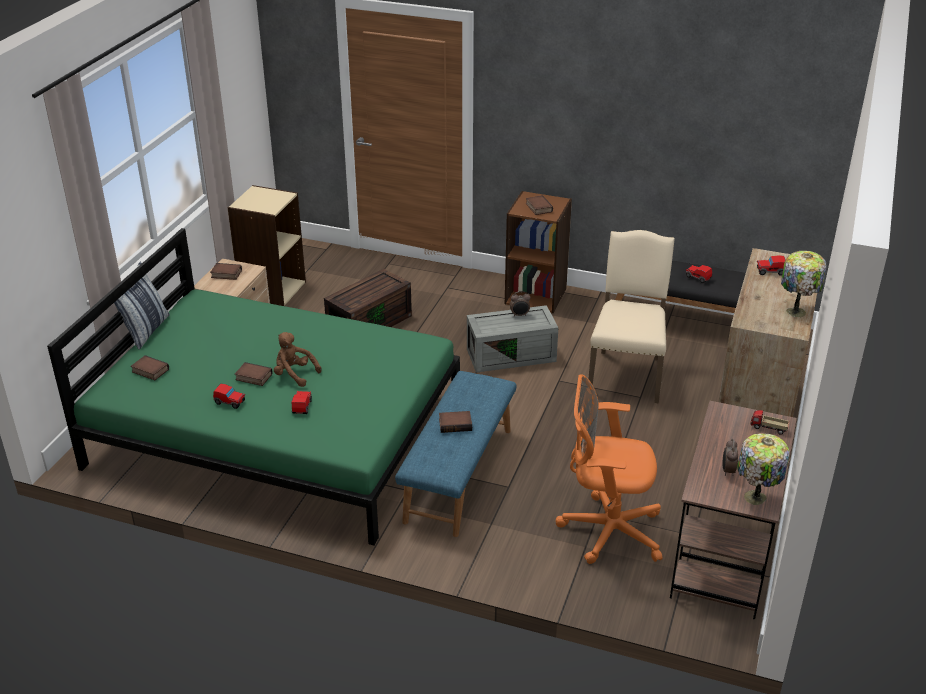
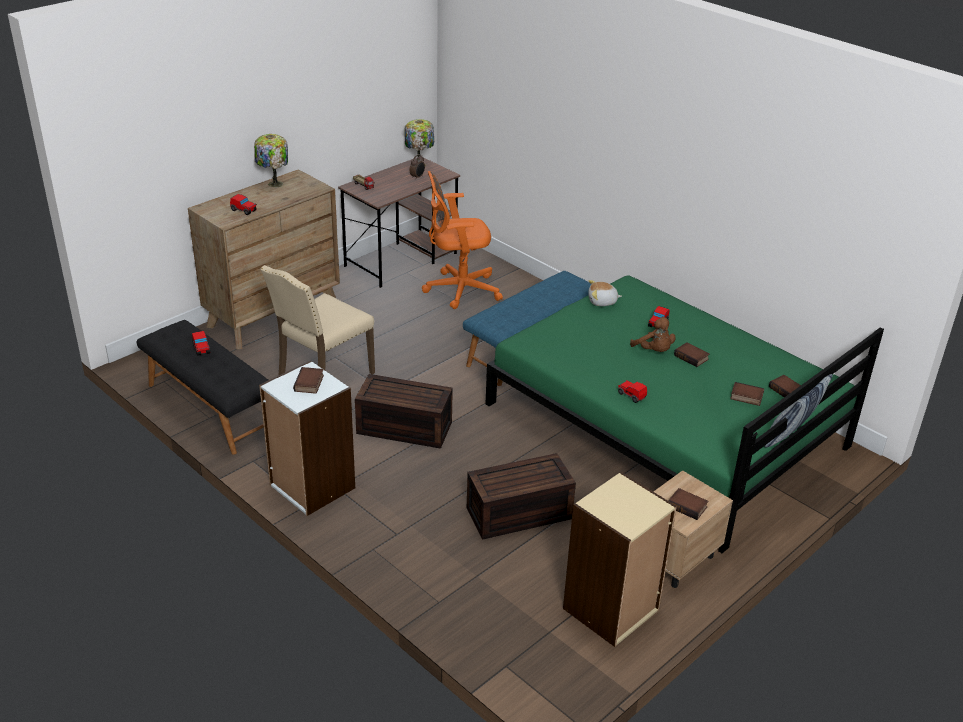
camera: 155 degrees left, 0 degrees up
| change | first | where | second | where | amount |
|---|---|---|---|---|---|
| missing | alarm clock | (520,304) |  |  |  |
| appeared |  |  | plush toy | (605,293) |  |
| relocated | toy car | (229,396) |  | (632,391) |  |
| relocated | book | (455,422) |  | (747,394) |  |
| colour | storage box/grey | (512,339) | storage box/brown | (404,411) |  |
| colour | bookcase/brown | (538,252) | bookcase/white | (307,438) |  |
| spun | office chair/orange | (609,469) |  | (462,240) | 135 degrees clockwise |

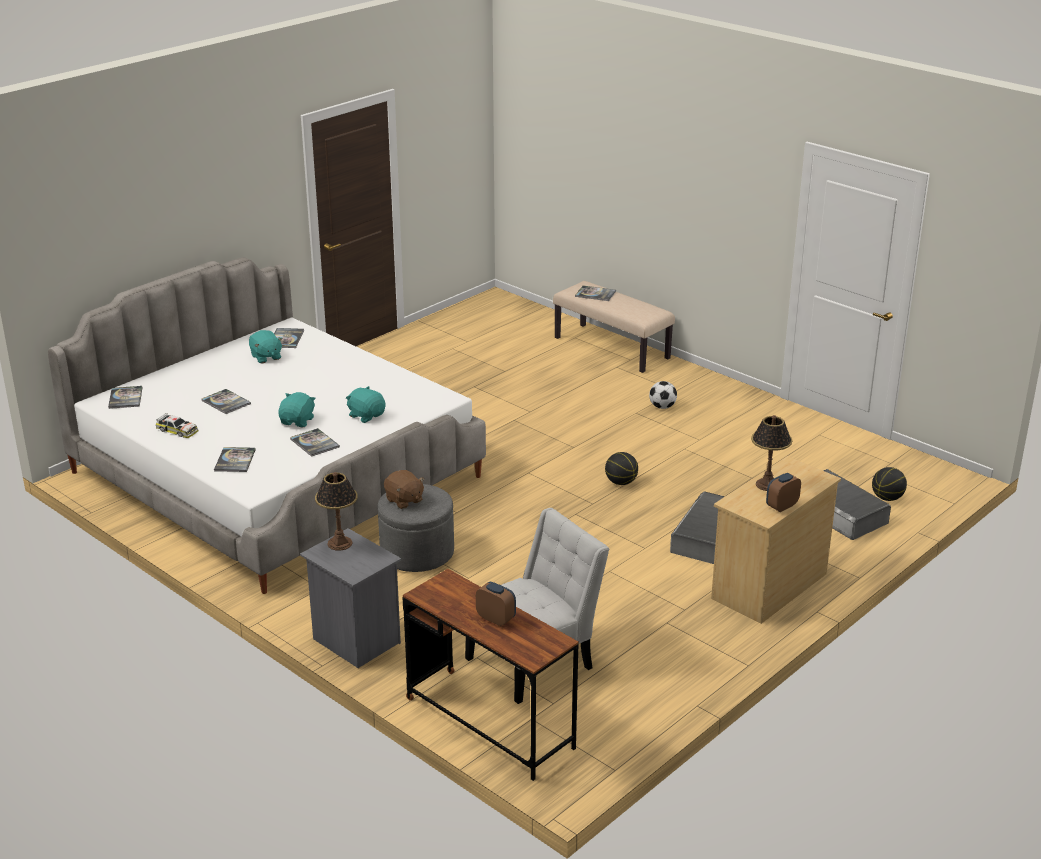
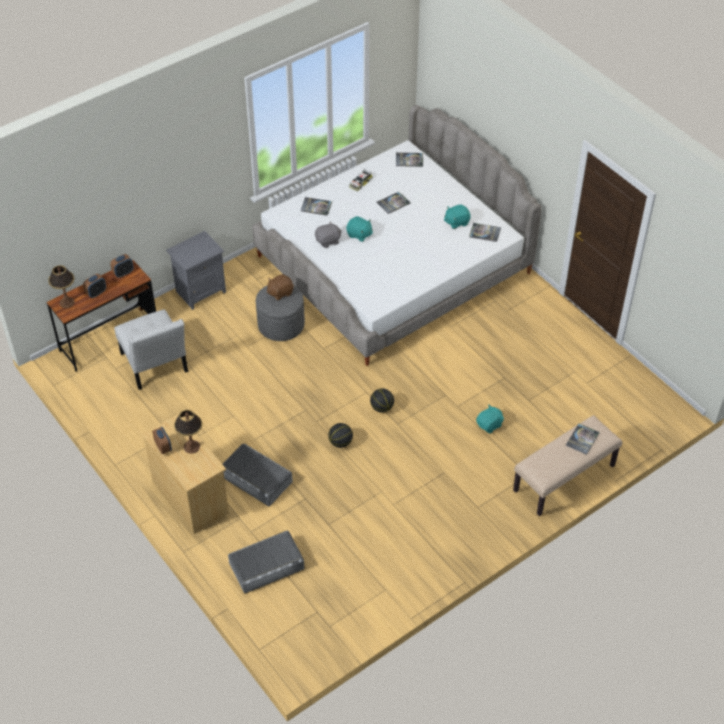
camera: 100 degrees right, 20 degrees up
| change | first | where | second | where | amount |
|---|---|---|---|---|---|
| missing | football | (663,395) |  |  |  |
| appeared |  |  | alarm clock | (122,266) |  |
| relocated | table lamp | (336,511) |  | (61,286) |  |
| relocated | plush toy/turquoise | (365,404) |  | (490,419) |  |
| relocated | basketball | (889,484) |  | (382,400) |  |
| exchanged | book | (315,442) | plush toy/grey | (328,235) |  |

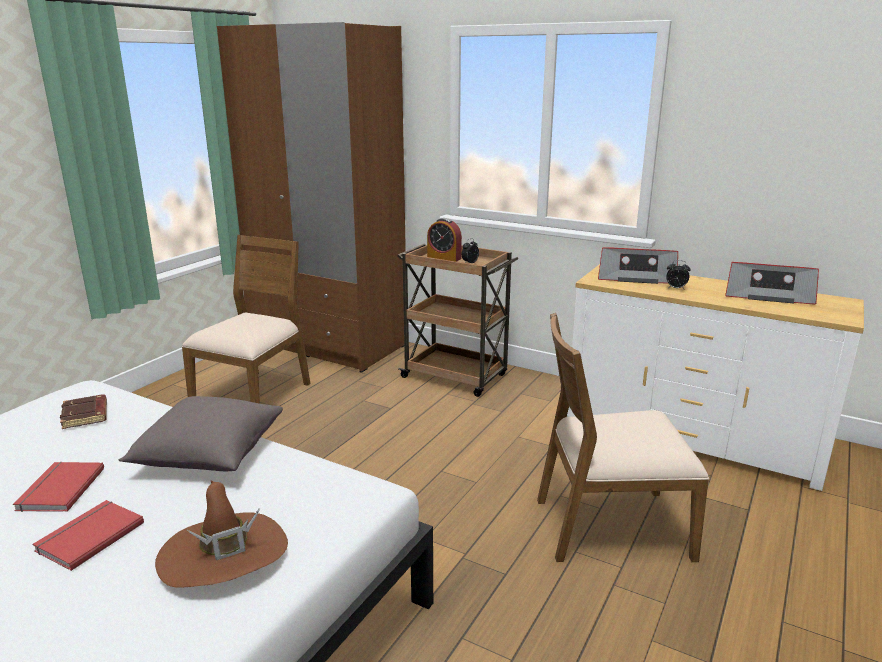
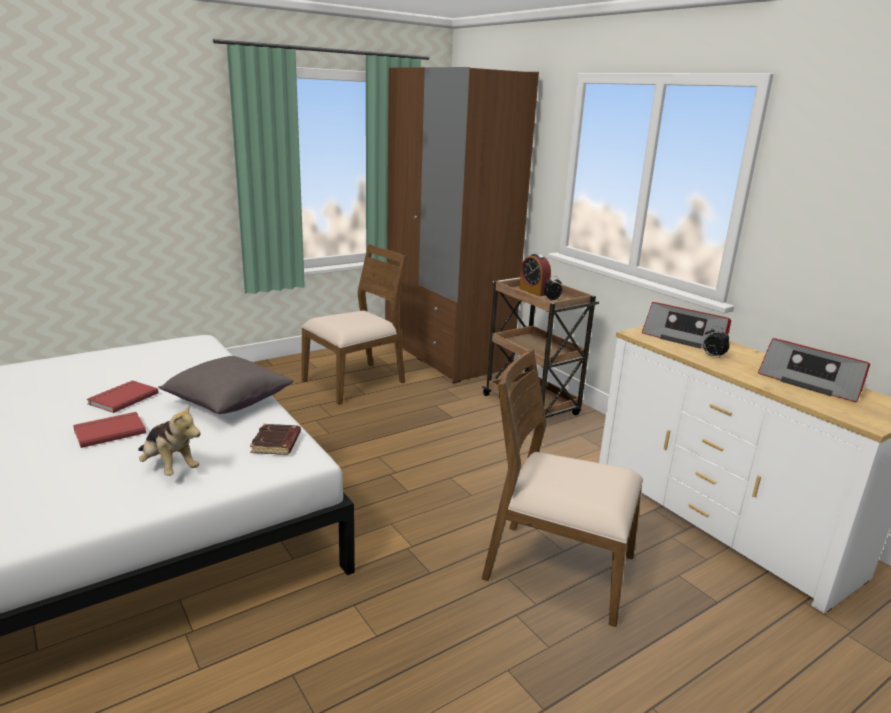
camera: 25 degrees right, 0 degrees up
| change | first | where | second | where | amount |
|---|---|---|---|---|---|
| relocated | book/brown | (83,412) |  | (275,439) |  |
| exchanged | hat/brown | (221,534) | plush toy | (169,439) |  |

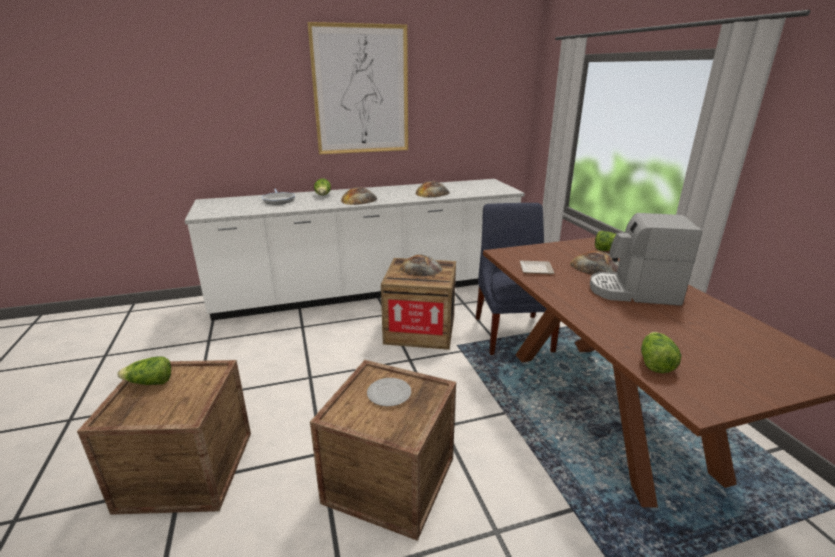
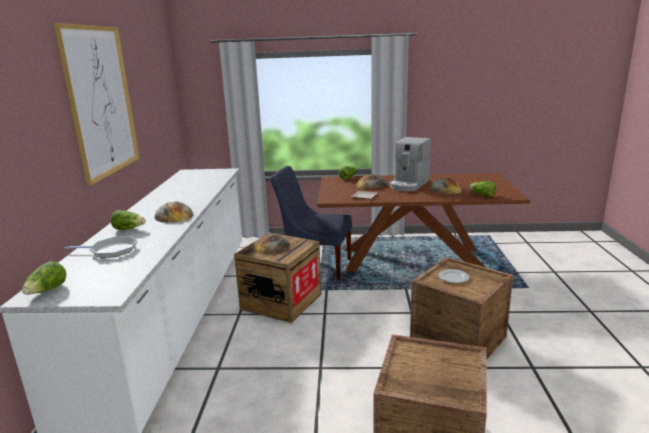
camera: 70 degrees left, 5 degrees down
| change | first | where | second | where | amount |
|---|---|---|---|---|---|
| relocated | lettuce | (144,370) |  | (44,278) |  |
| relocated | bread | (432,189) |  | (445,186) |  |

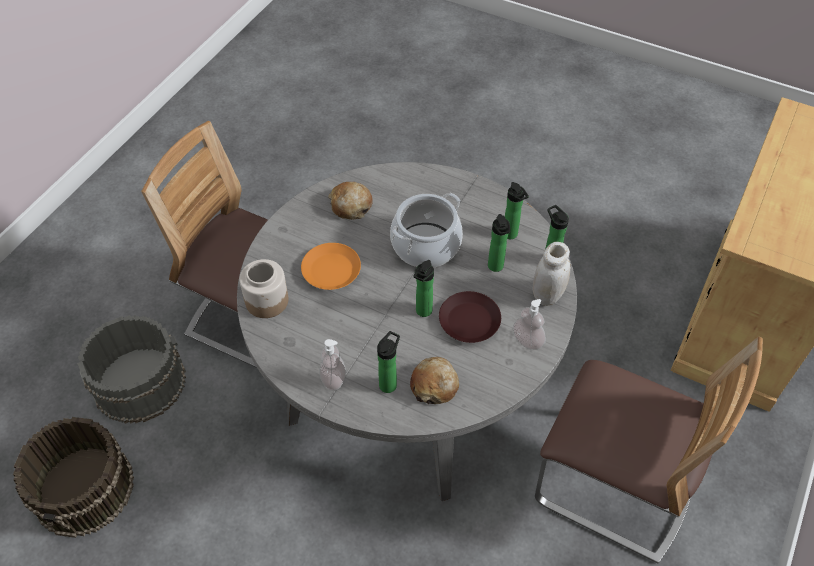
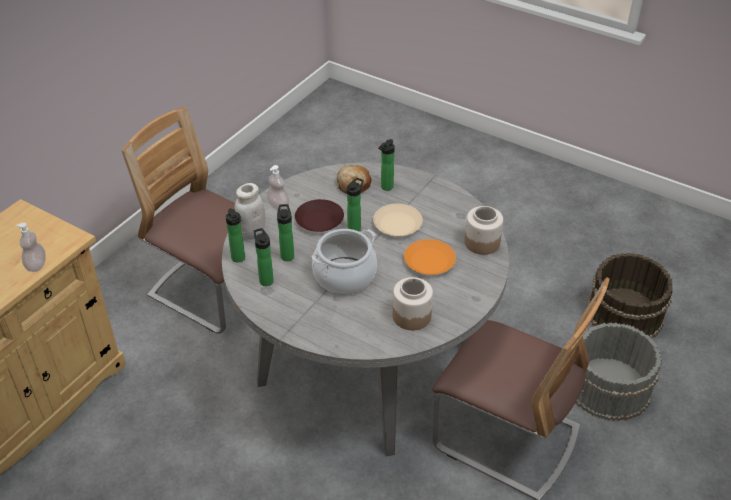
camera: 175 degrees left, 10 degrees down
| change | first | where | second | where | amount |
|---|---|---|---|---|---|
| appeared |  |  | plate/beige | (398,220) |  |
| relocated | soap dispenser | (332,365) |  | (31,247) |  |
| exchanged | bread | (350,201) | jar | (413,303) |  |

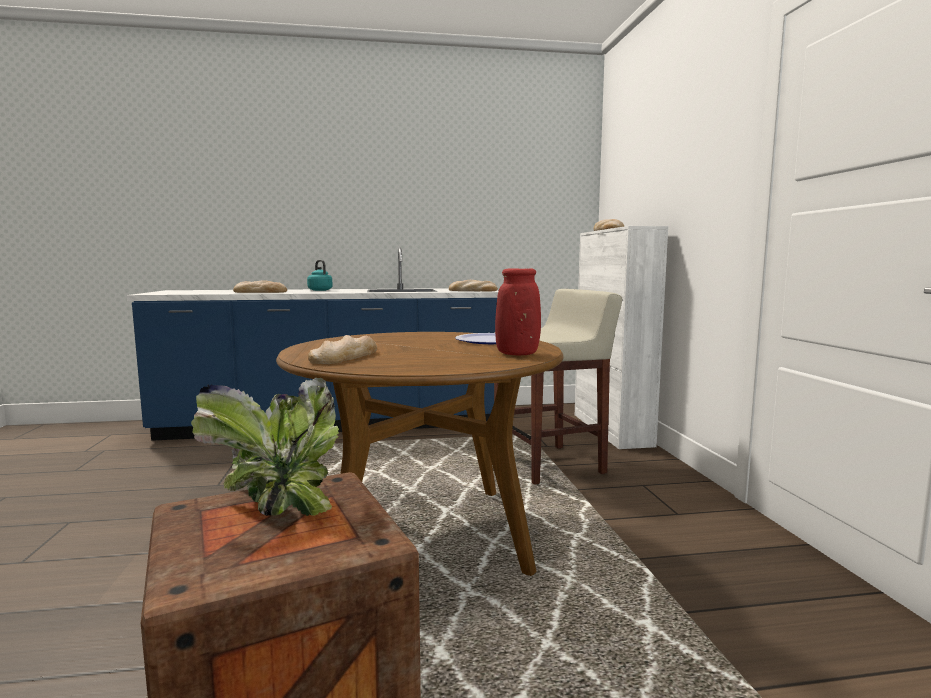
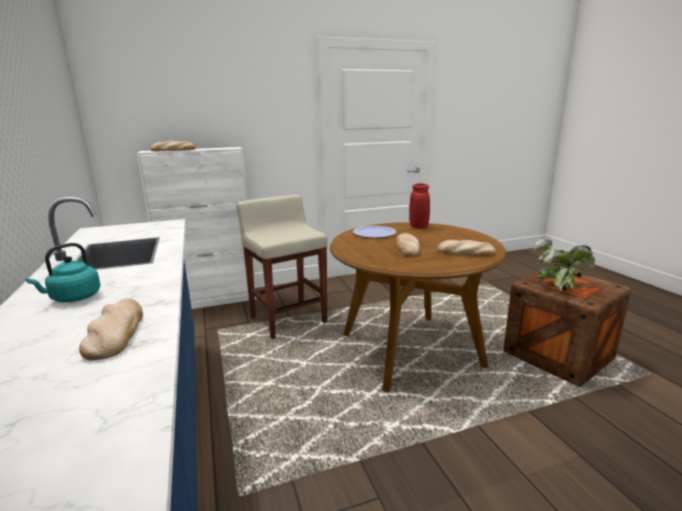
camera: 100 degrees left, 10 degrees up
| change | first | where | second | where | amount |
|---|---|---|---|---|---|
| relocated | bread | (473,285) |  | (408,245) |  |

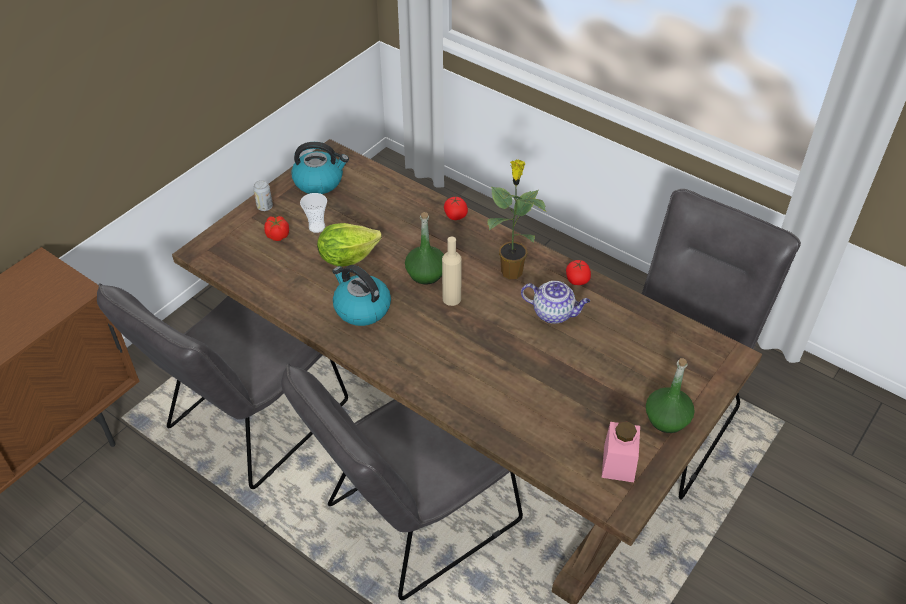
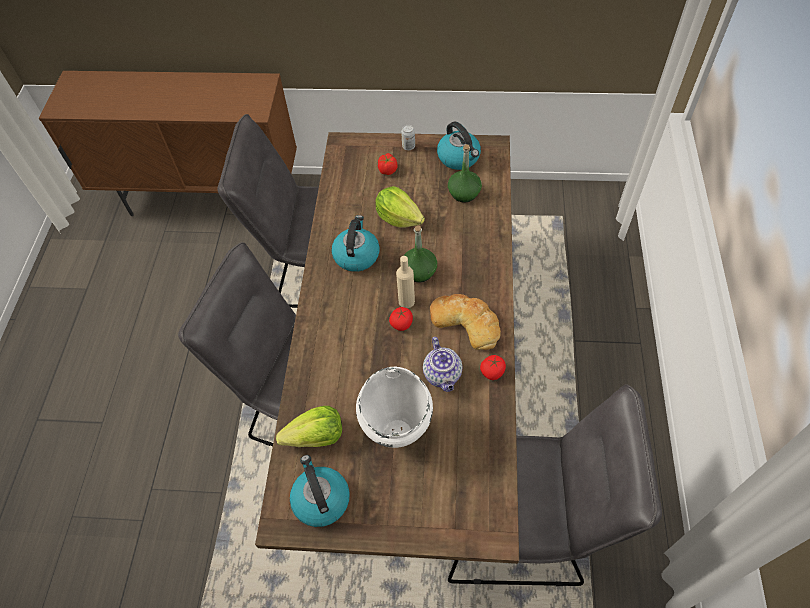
camera: 60 degrees right, 10 degrees up
| change | first | where | second | where | amount |
|---|---|---|---|---|---|
| missing | cup | (313,213) |  |  |  |
| appeared |  |  | lettuce | (309,426) |  |
| appeared |  |  | cooking pot/white | (394,407) |  |
| relocated | tomato | (456,208) |  | (401,319) |  |
| relocated | bottle/green | (670,395) |  | (465,173) |  |
| exchanged | potted plant | (516,219) | bread | (465,322) |  |
| exchanged | jar/pink | (621,451) | kettle | (320,491) |  |

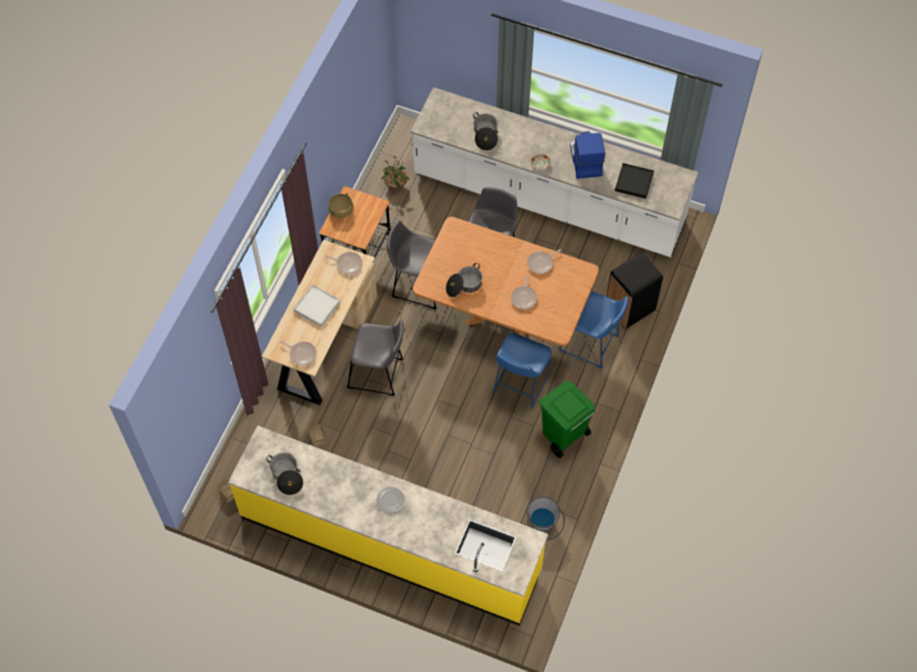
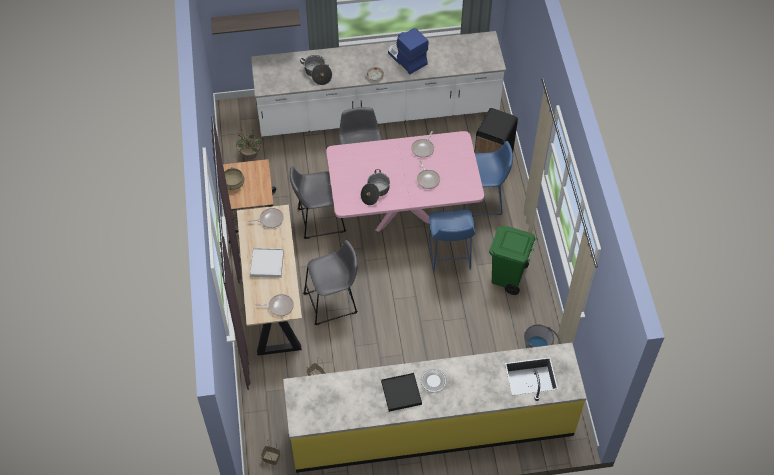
camera: 30 degrees left, 5 degrees down
| change | first | where | second | where | amount |
|---|---|---|---|---|---|
| missing | cooking pot | (284,474) |  |  |  |
| appeared |  |  | shelf | (255,22) |  |
| relocated | tray/black | (634,181) |  | (401,392) |  |
| colour | dining table/brown | (506,281) | dining table/pink | (405,181) |  |

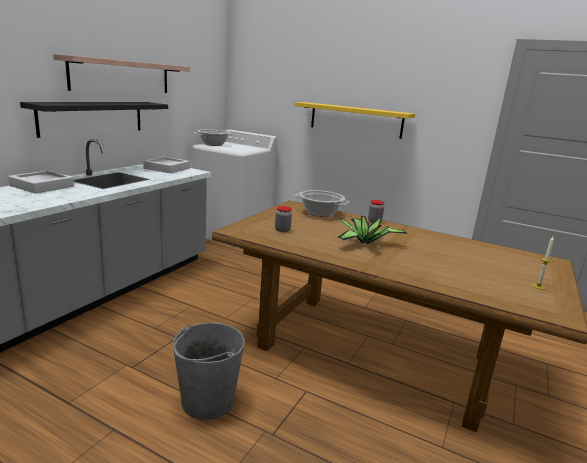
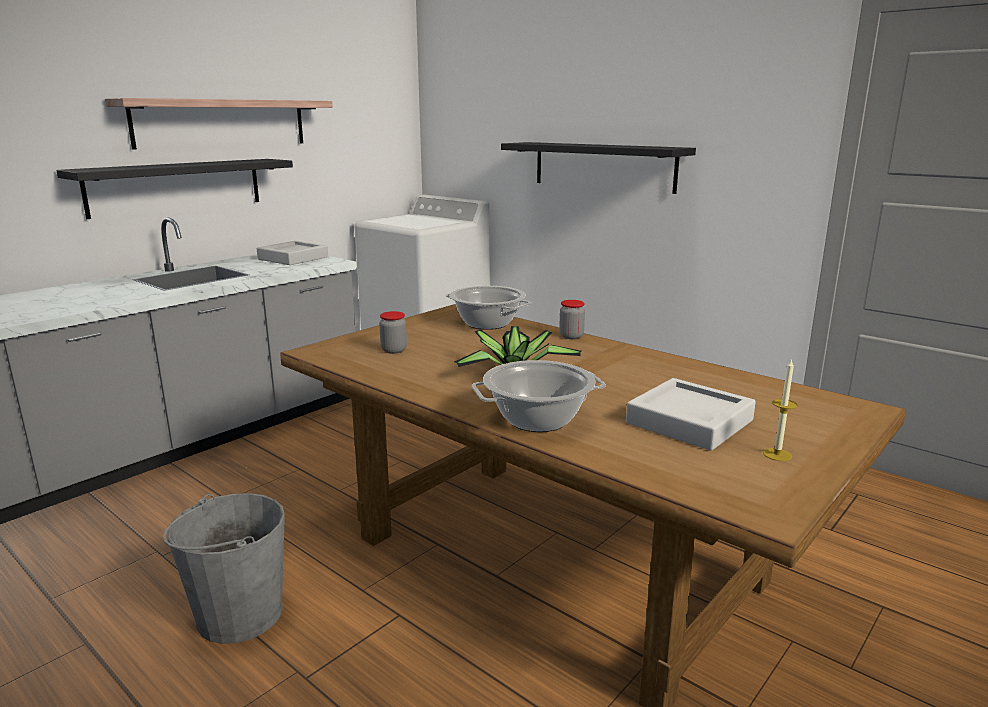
camera: 15 degrees right, 0 degrees up
| change | first | where | second | where | amount |
|---|---|---|---|---|---|
| relocated | tray/grey | (41,182) |  | (691,414) |  |
| relocated | cooking pot | (213,138) |  | (539,396) |  |
| colour | shelf/yellow | (354,120) | shelf/black | (598,168) |  |

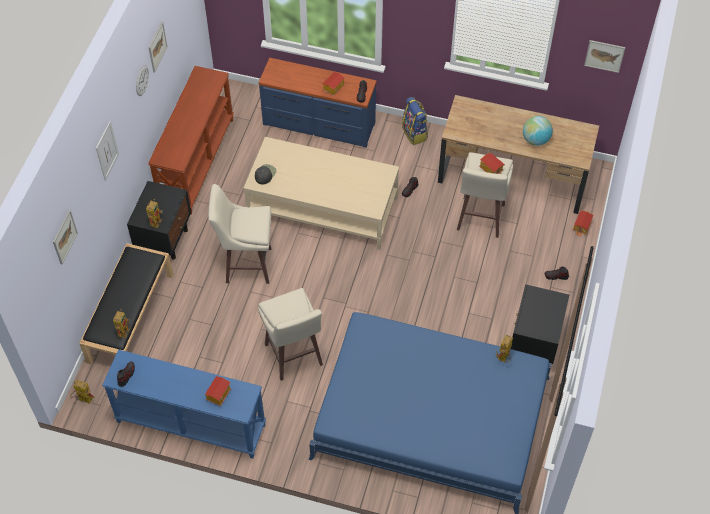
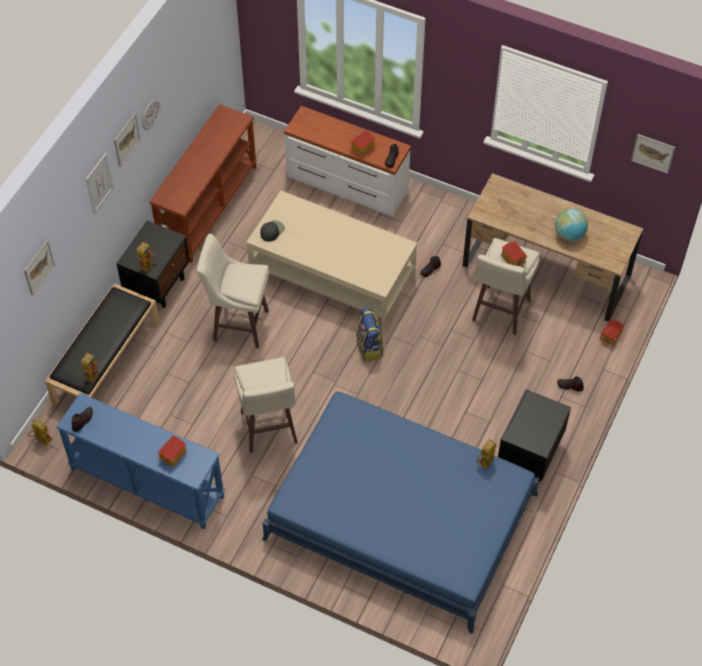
camera: 10 degrees right, 0 degrees up
| change | first | where | second | where | amount |
|---|---|---|---|---|---|
| relocated | picture | (158,47) |  | (127,140) |  |
| relocated | backpack | (415,121) |  | (370,334) |  |
| colour | dresser/blue | (317,103) | dresser/white | (347,161) |  |

